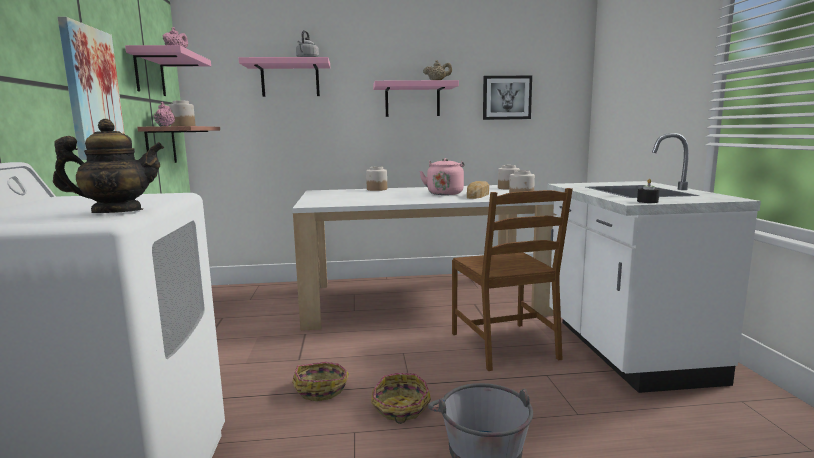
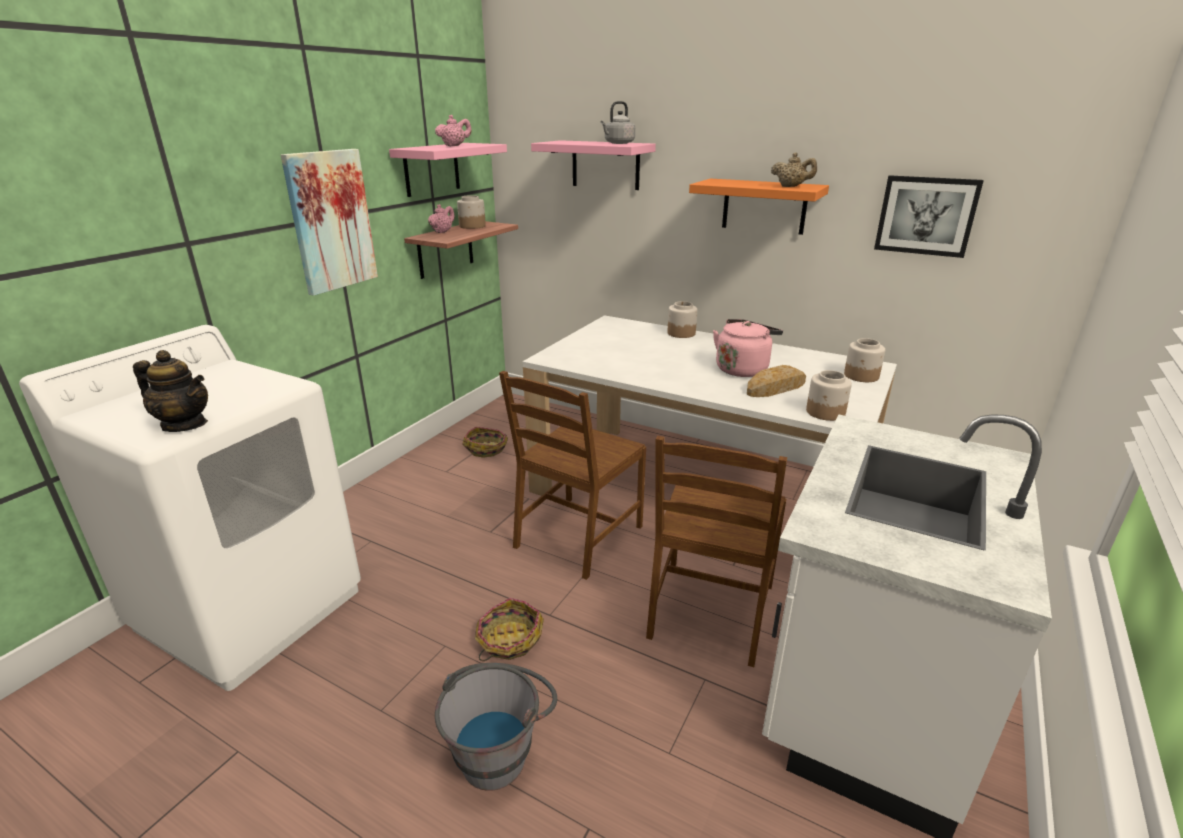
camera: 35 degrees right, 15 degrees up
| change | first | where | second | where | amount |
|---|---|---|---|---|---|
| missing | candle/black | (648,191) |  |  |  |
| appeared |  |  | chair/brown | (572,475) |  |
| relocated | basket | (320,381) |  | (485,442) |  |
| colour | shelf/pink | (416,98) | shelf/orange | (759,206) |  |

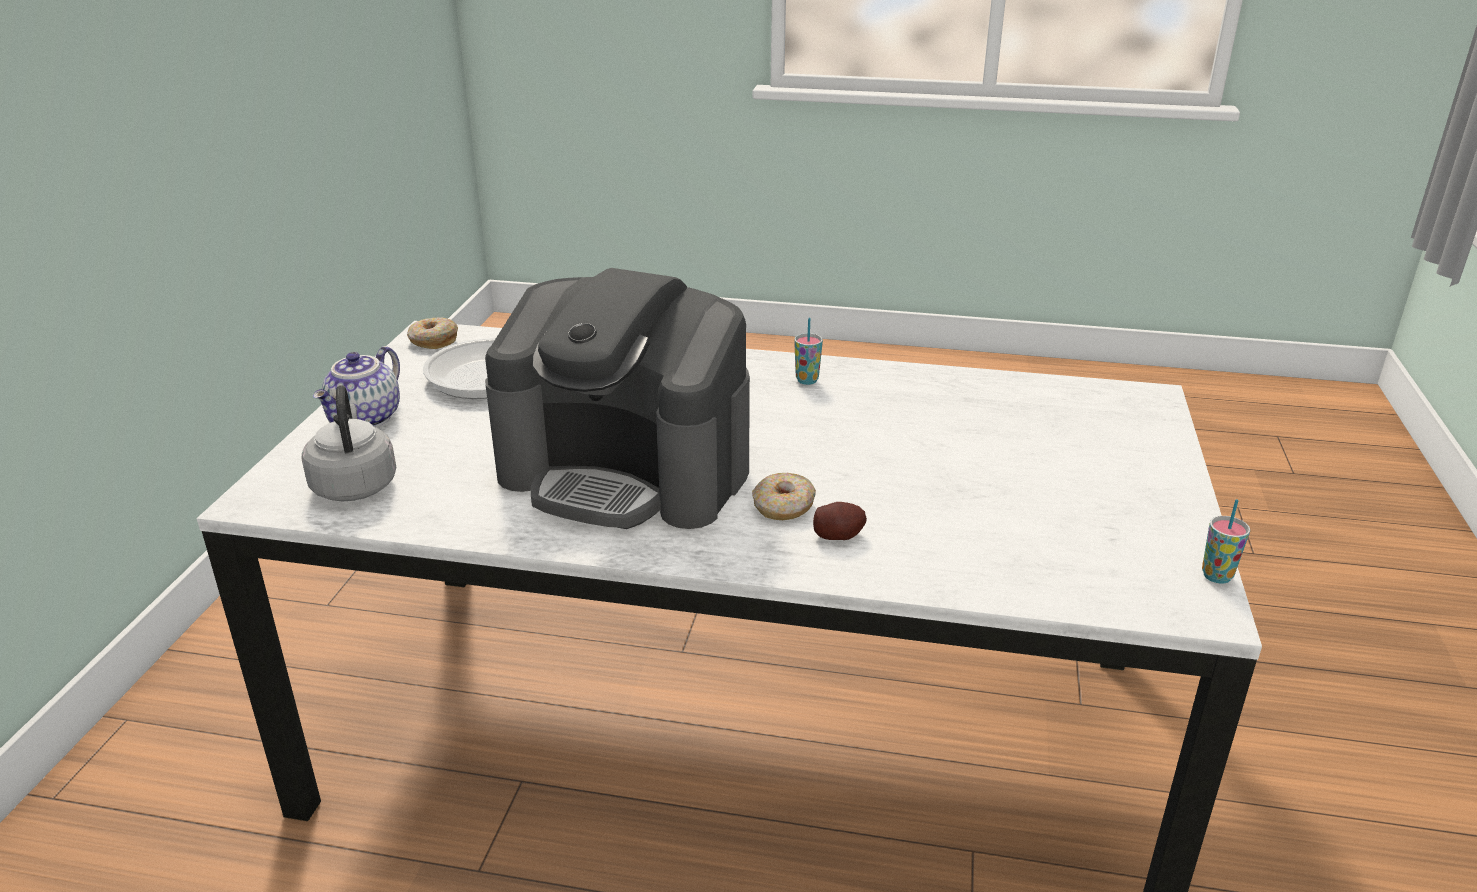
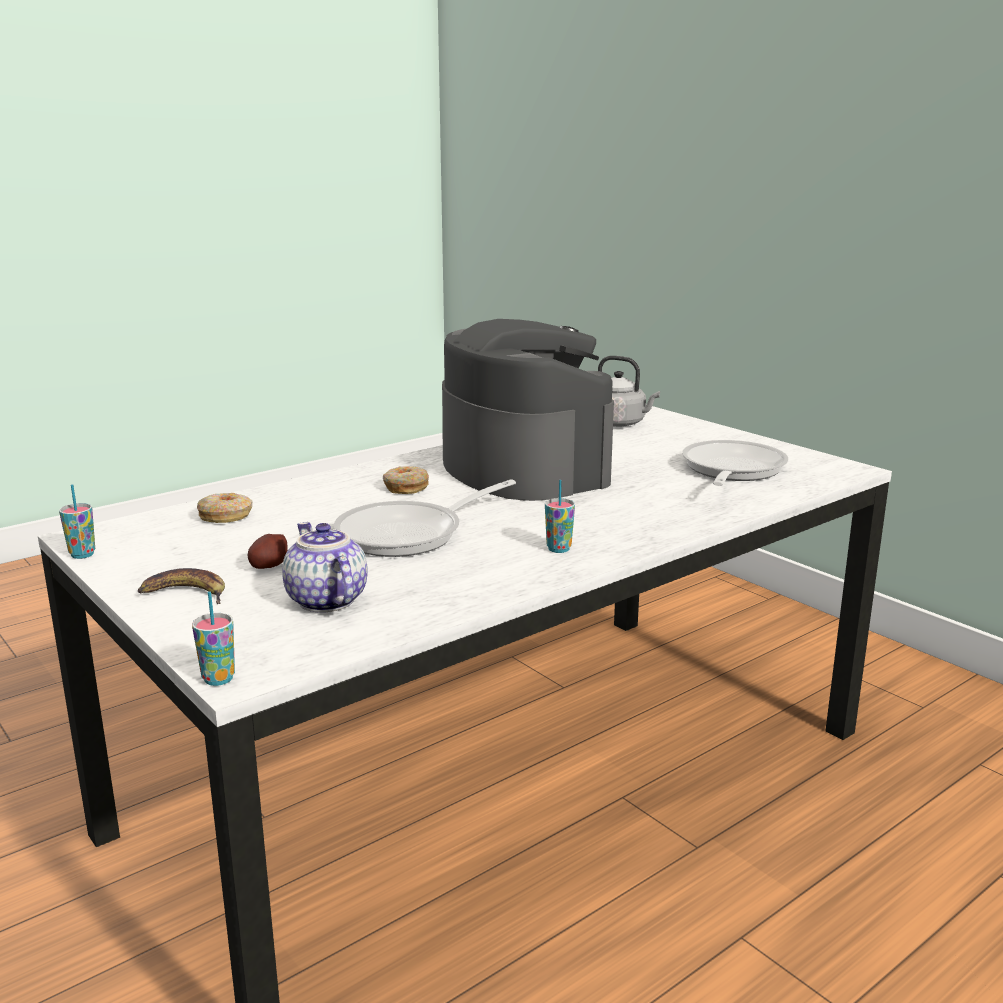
camera: 130 degrees right, 10 degrees down
| change | first | where | second | where | amount |
|---|---|---|---|---|---|
| appeared |  |  | banana | (181,586) |  |
| appeared |  |  | cup | (213,639) |  |
| appeared |  |  | frying pan | (425,518) |  |
| relocated | teapot | (356,386) |  | (325,567) |  |
| relocated | donut | (432,333) |  | (225,508) |  |
| relocated | potato | (840,521) |  | (267,551) |  |
| spun | coffee machine | (617,398) |  | (528,410) | 90 degrees clockwise |

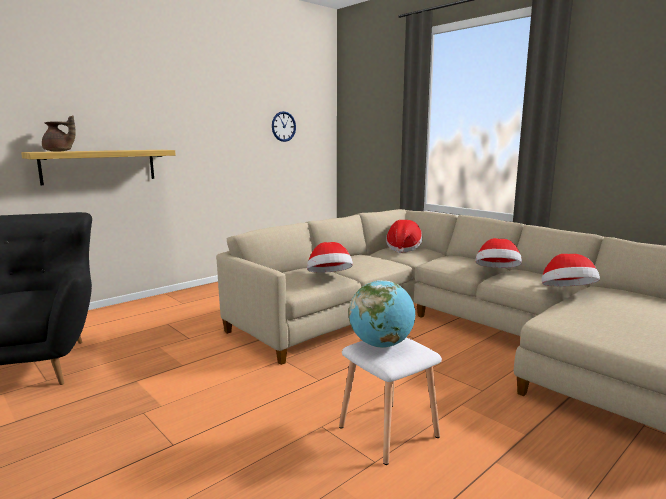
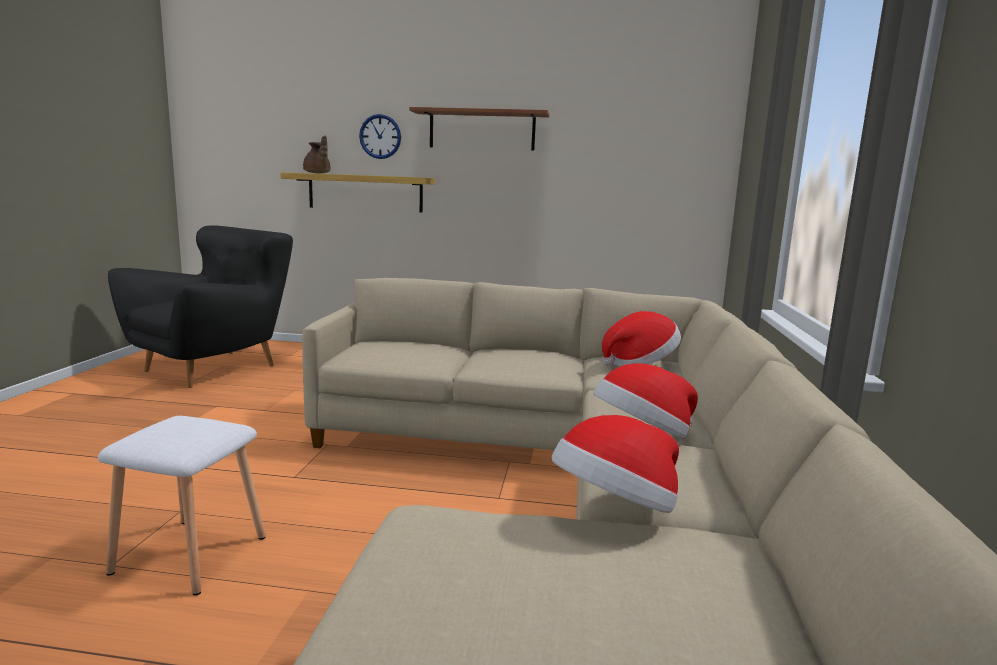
camera: 50 degrees right, 0 degrees up
| change | first | where | second | where | amount |
|---|---|---|---|---|---|
| missing | hat | (330,257) |  |  |  |
| missing | globe | (382,314) |  |  |  |
| appeared |  |  | shelf/brown | (479,129) |  |
| relocated | wall clock | (284,126) |  | (380,136) |  |

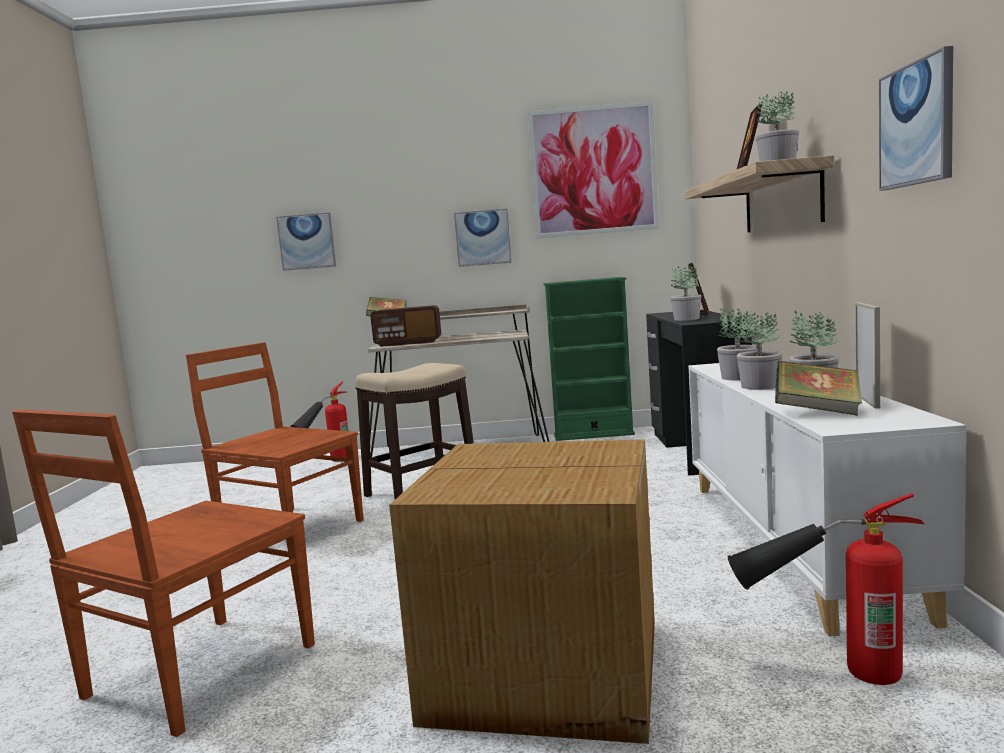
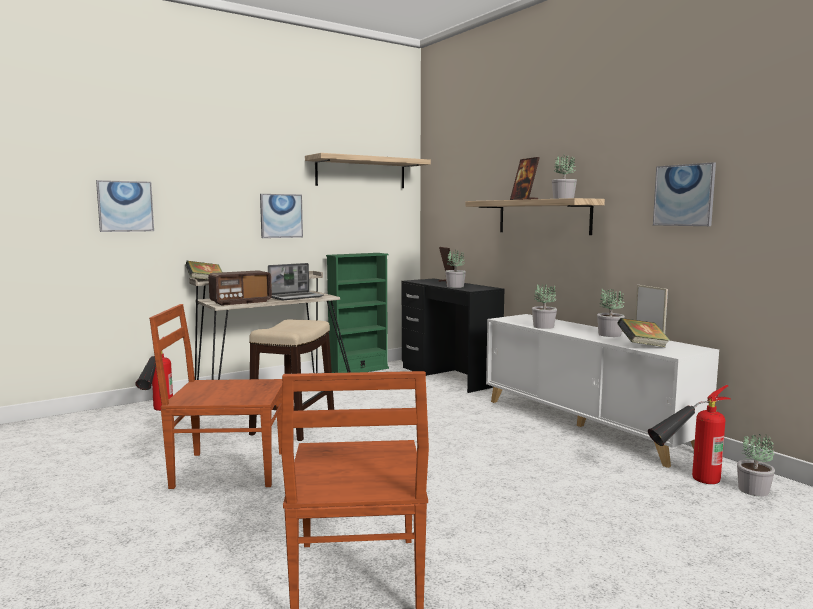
camera: 35 degrees left, 0 degrees up
| change | first | where | second | where | amount |
|---|---|---|---|---|---|
| missing | cardboard box | (522,592) |  |  |  |
| appeared |  |  | laptop | (296,281) |  |
| relocated | potted plant | (759,350) |  | (756,465) |  |
| exchanged | picture | (593,169) | shelf | (368,170) |  |

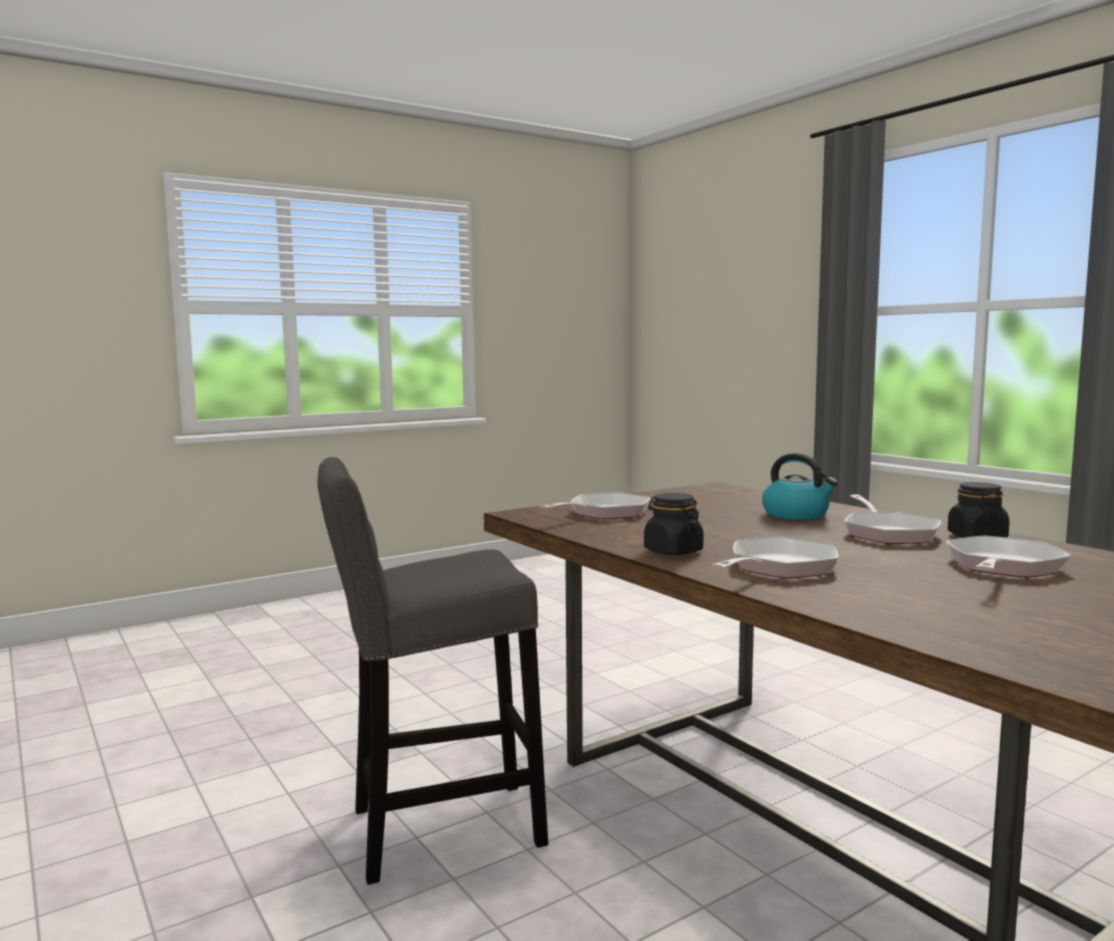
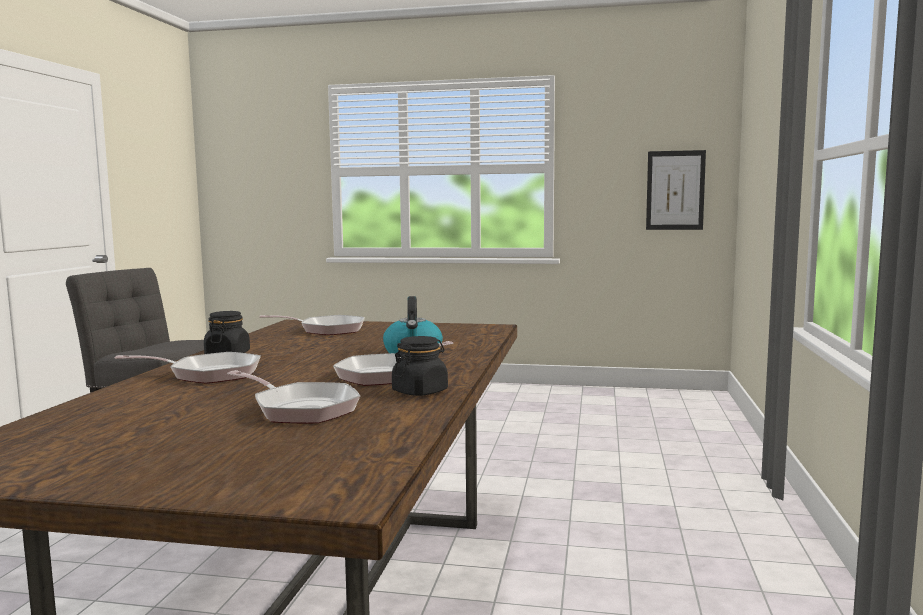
camera: 45 degrees right, 0 degrees up
| change | first | where | second | where | amount |
|---|---|---|---|---|---|
| appeared |  |  | picture | (676,190) |  |
| spun | frying pan | (1008,556) |  | (293,396) | 45 degrees clockwise |

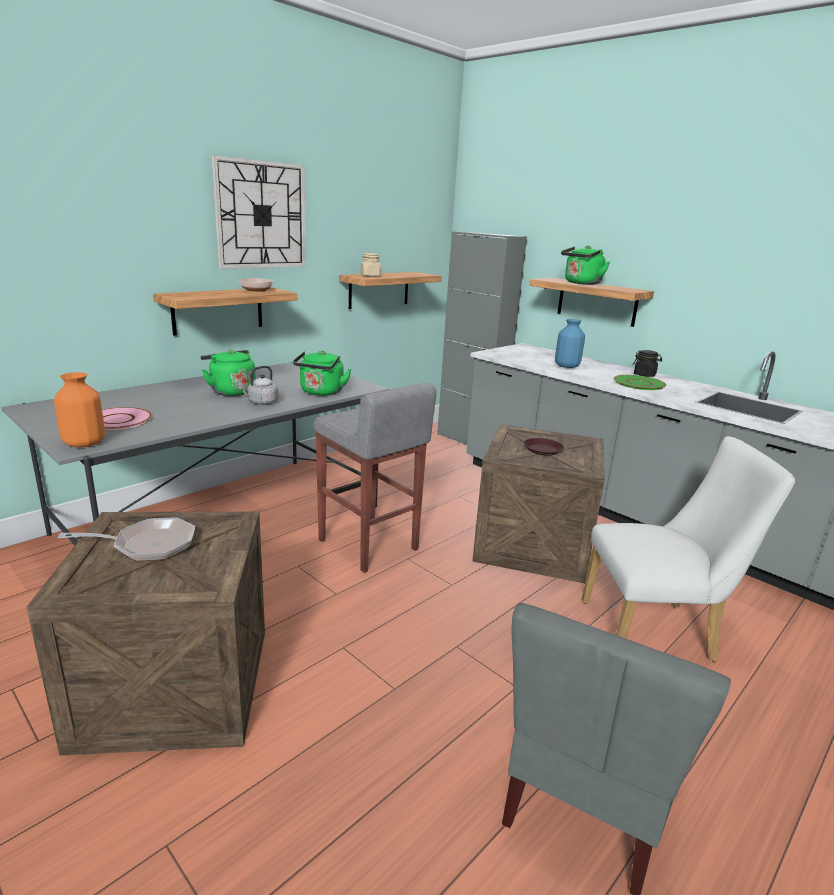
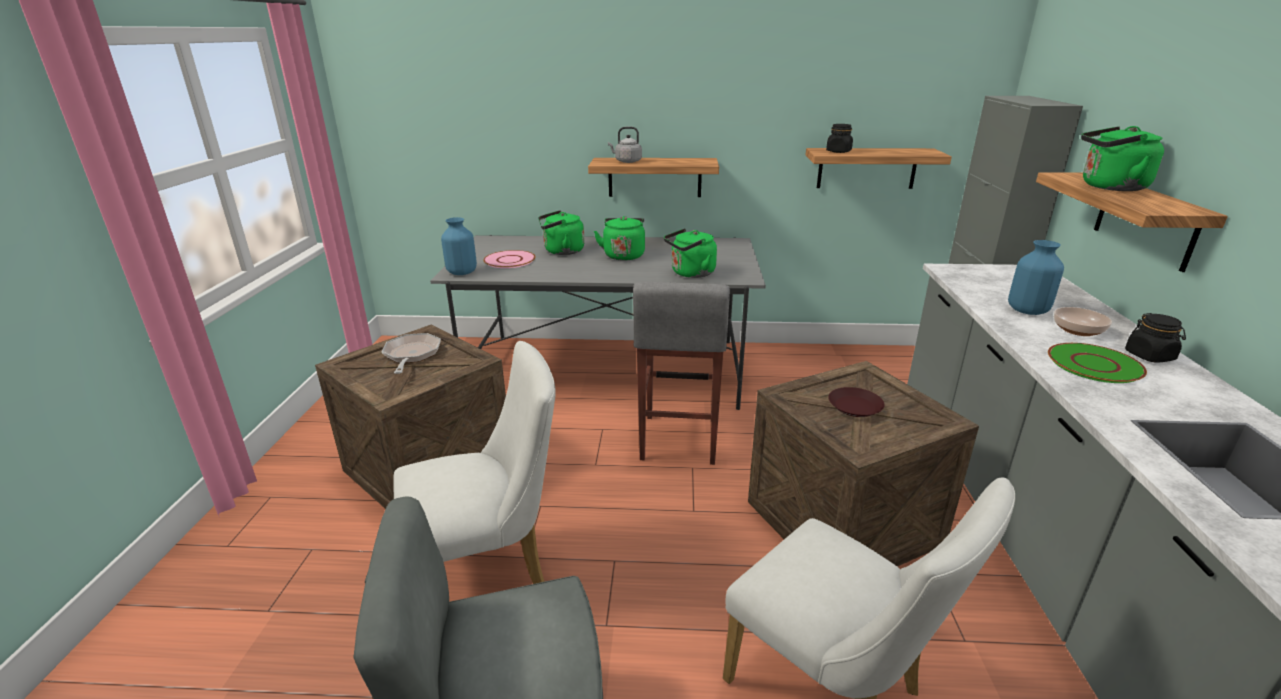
camera: 50 degrees right, 5 degrees up
| change | first | where | second | where | amount |
|---|---|---|---|---|---|
| missing | wall clock | (259,212) |  |  |  |
| appeared |  |  | chair/white | (474,462) |  |
| appeared |  |  | kettle/green | (561,232) |  |
| relocated | bowl | (256,285) |  | (1083,321) |  |
| relocated | kettle/grey | (259,385) |  | (625,145) |  |
| colour | vase/orange | (79,409) | vase/blue | (459,246) |  |
| colour | jar/beige | (370,265) | jar/black | (839,138) |  |
| spun | frying pan | (126,539) |  | (411,353) | 135 degrees counterclockwise |

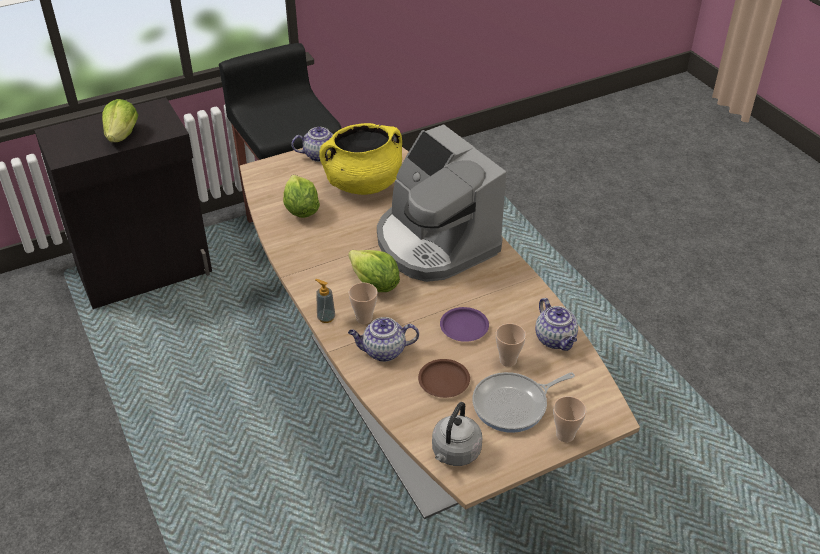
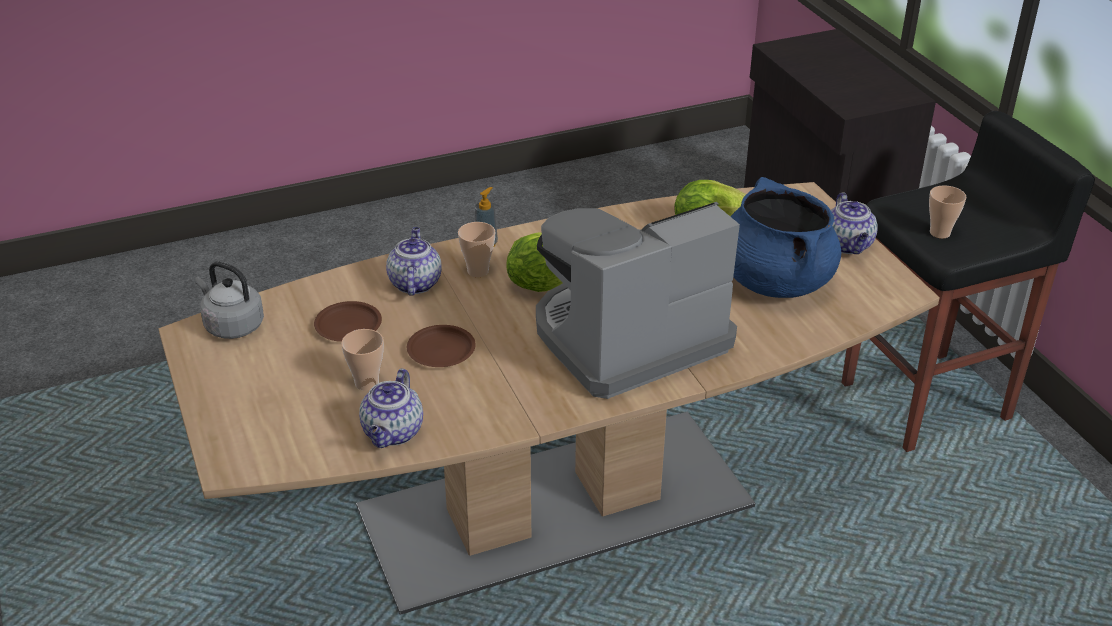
camera: 95 degrees right, 5 degrees down
| change | first | where | second | where | amount |
|---|---|---|---|---|---|
| missing | lettuce | (120,120) |  |  |  |
| missing | frying pan | (523,402) |  |  |  |
| relocated | cup | (570,419) |  | (947,212) |  |
| colour | cooking pot/yellow | (360,159) | cooking pot/blue | (785,237) |  |
| colour | plate/purple | (464,324) | plate/brown | (441,346) |  |
| spun | teapot | (556,324) |  | (391,408) | 60 degrees counterclockwise |

